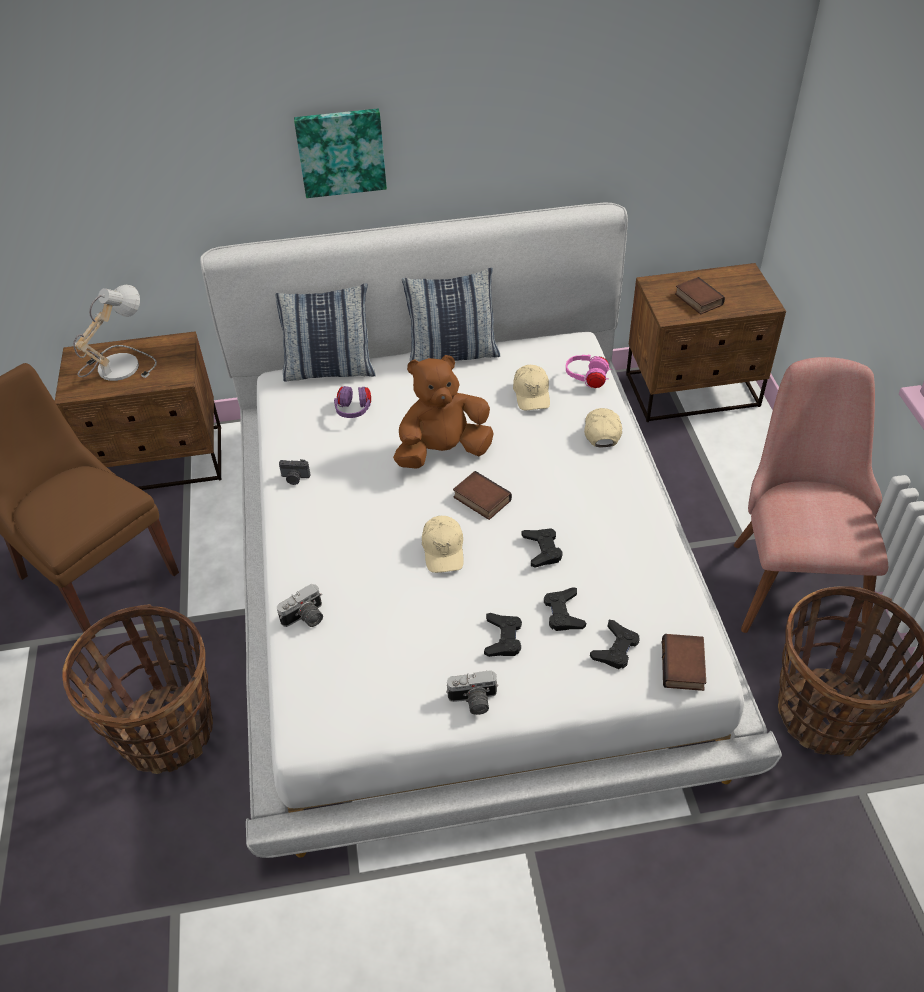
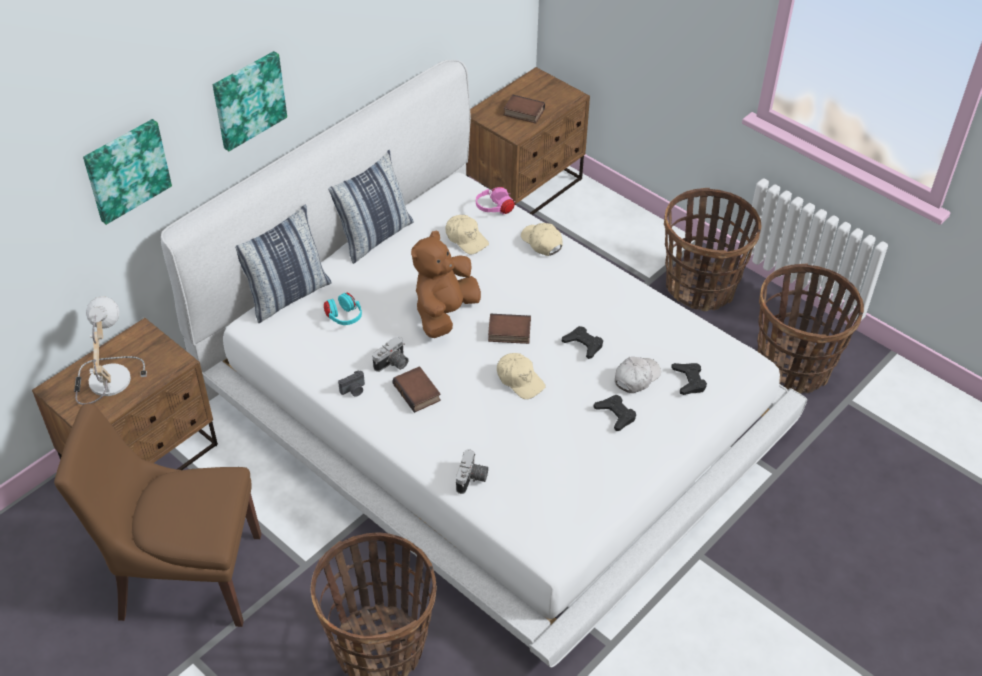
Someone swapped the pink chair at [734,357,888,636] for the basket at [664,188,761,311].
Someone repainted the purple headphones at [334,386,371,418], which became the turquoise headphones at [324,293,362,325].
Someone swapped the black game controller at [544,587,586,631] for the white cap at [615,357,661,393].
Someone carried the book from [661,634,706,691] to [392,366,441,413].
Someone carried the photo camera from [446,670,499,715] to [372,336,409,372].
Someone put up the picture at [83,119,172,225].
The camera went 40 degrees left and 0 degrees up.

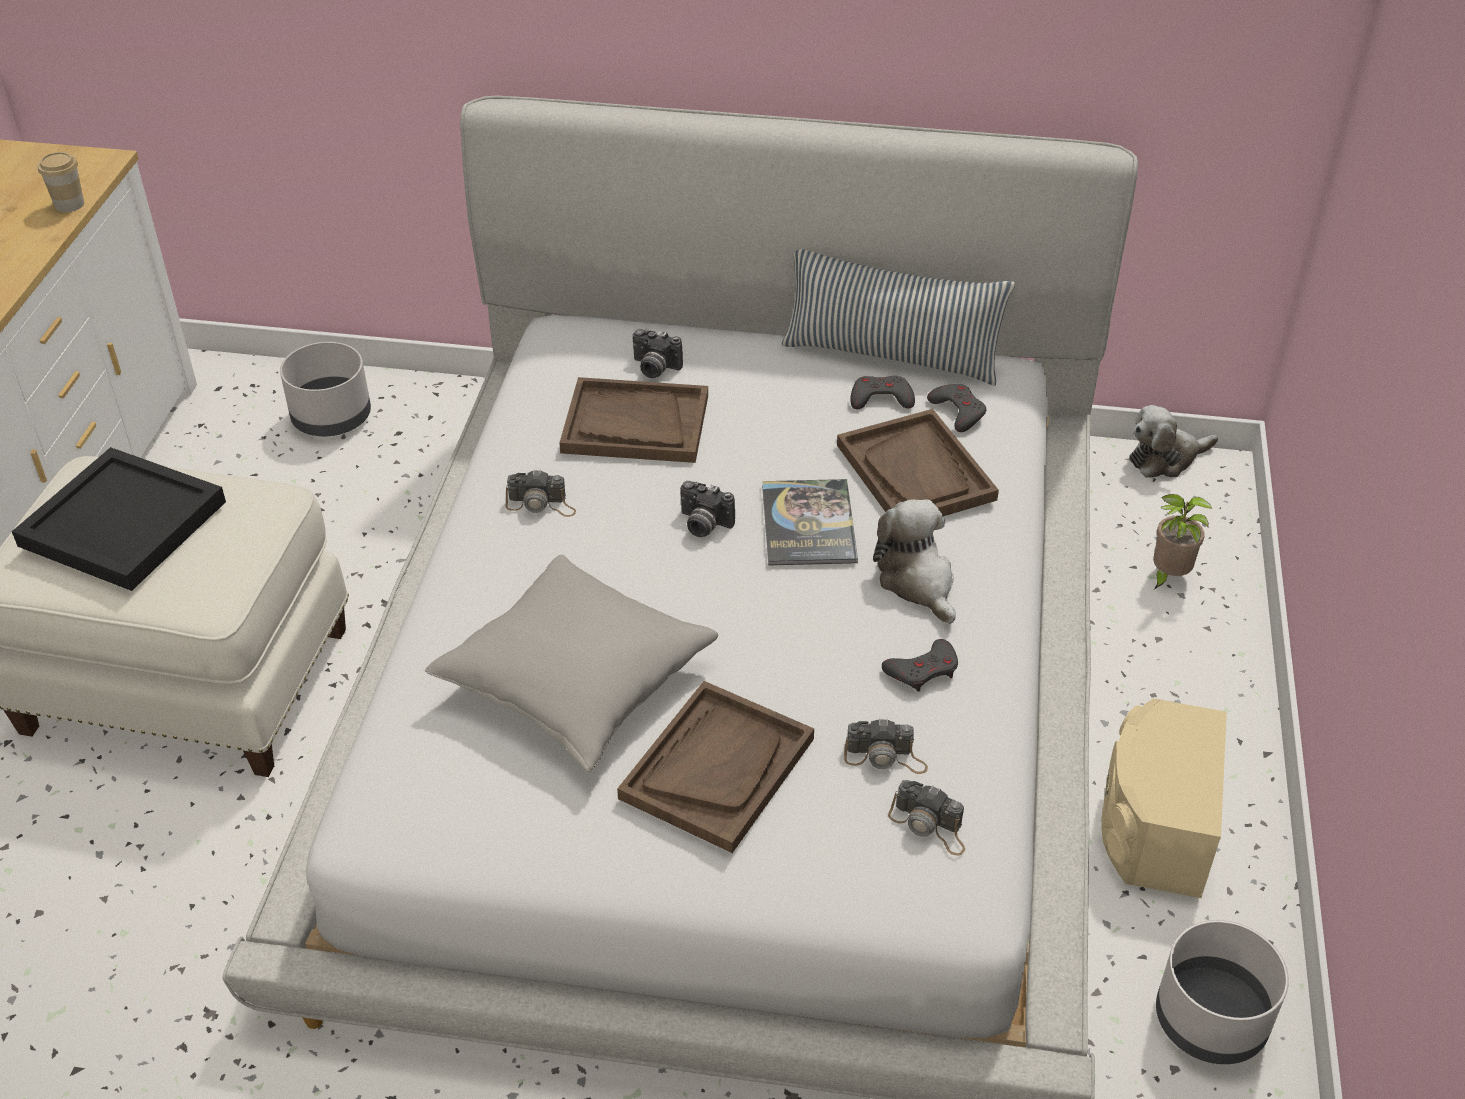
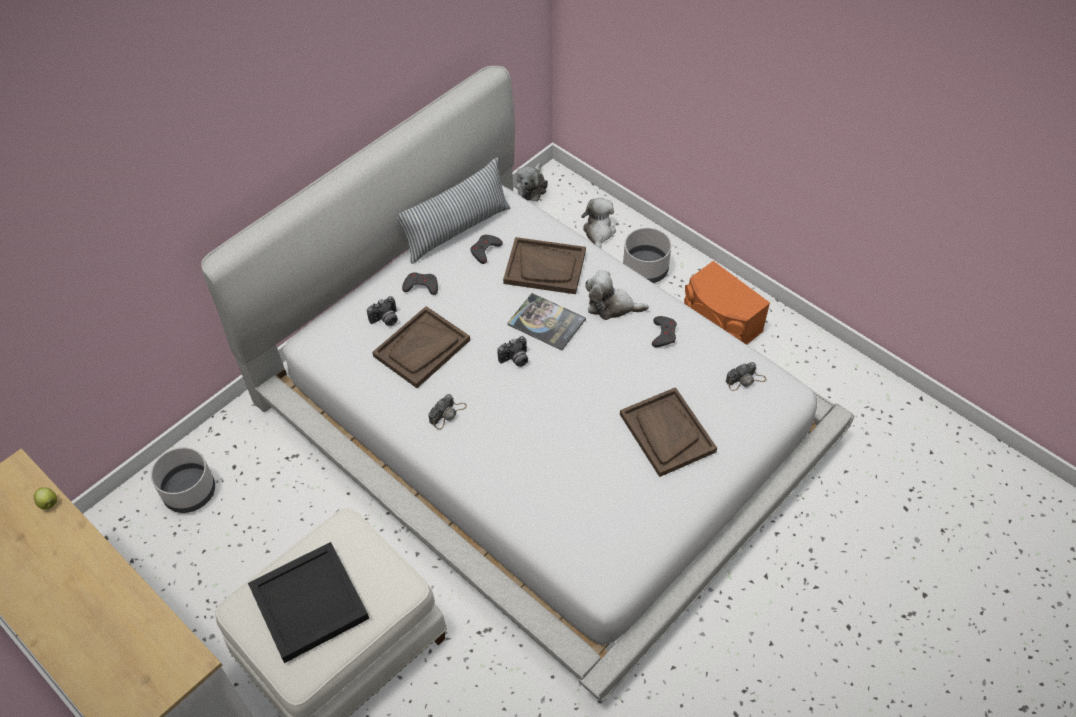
Someone swapped the cup at [37,152,84,212] for the apple at [34,487,57,509].
Someone carried the grey game controller from [927,384,986,432] to [402,272,438,295].
Someone swapped the potted plant at [1154,494,1212,589] for the plush toy at [581,198,616,248].
Someone took away the grey pillow at [425,555,719,771].
Someone repainted the beige speaker at [1101,698,1227,898], which became the orange speaker at [684,261,770,345].
Someone took away the photo camera at [844,718,928,774].
Someone carried the grey planter from [1156,920,1289,1064] to [623,228,671,283].
The camera went 55 degrees left and 10 degrees up.

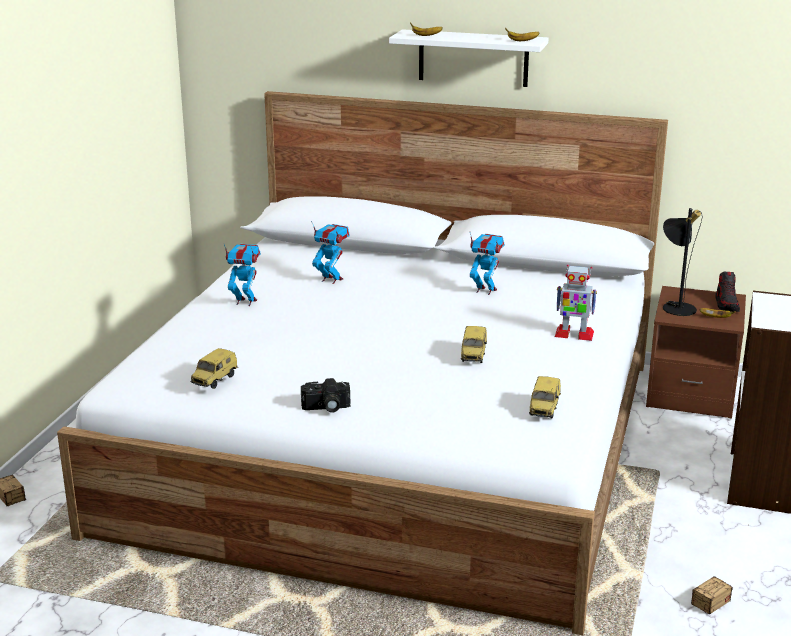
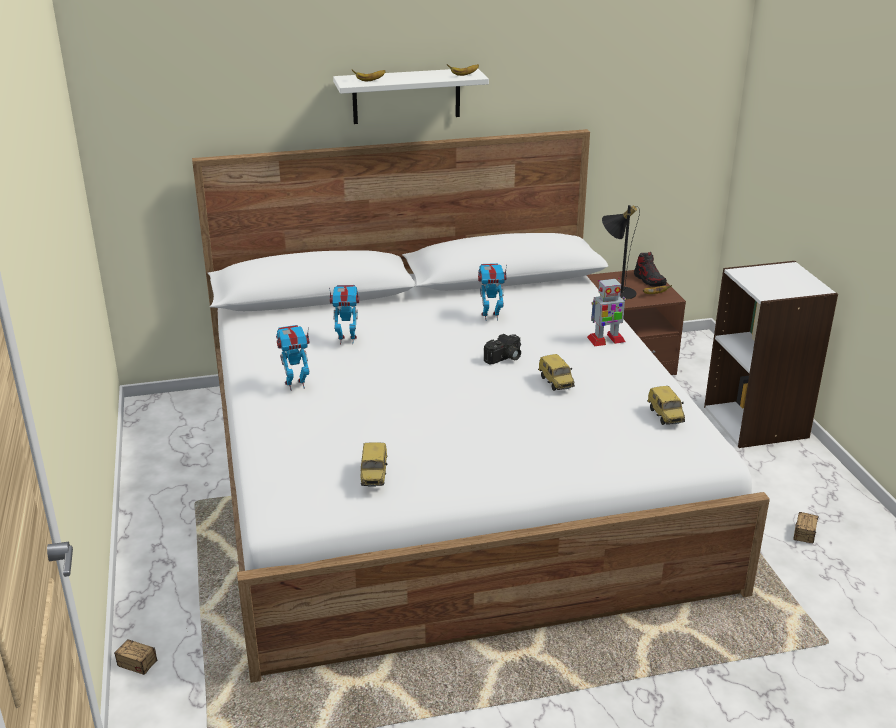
Someone carried the photo camera from [301,378,351,413] to [484,334,521,365].
The camera went 30 degrees left and 5 degrees up.

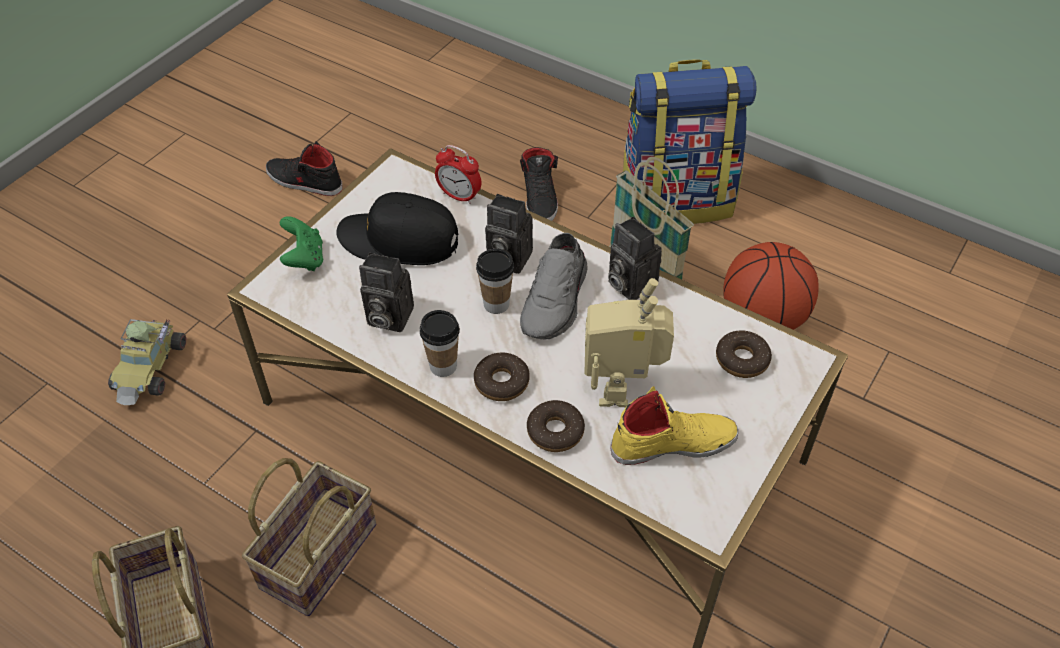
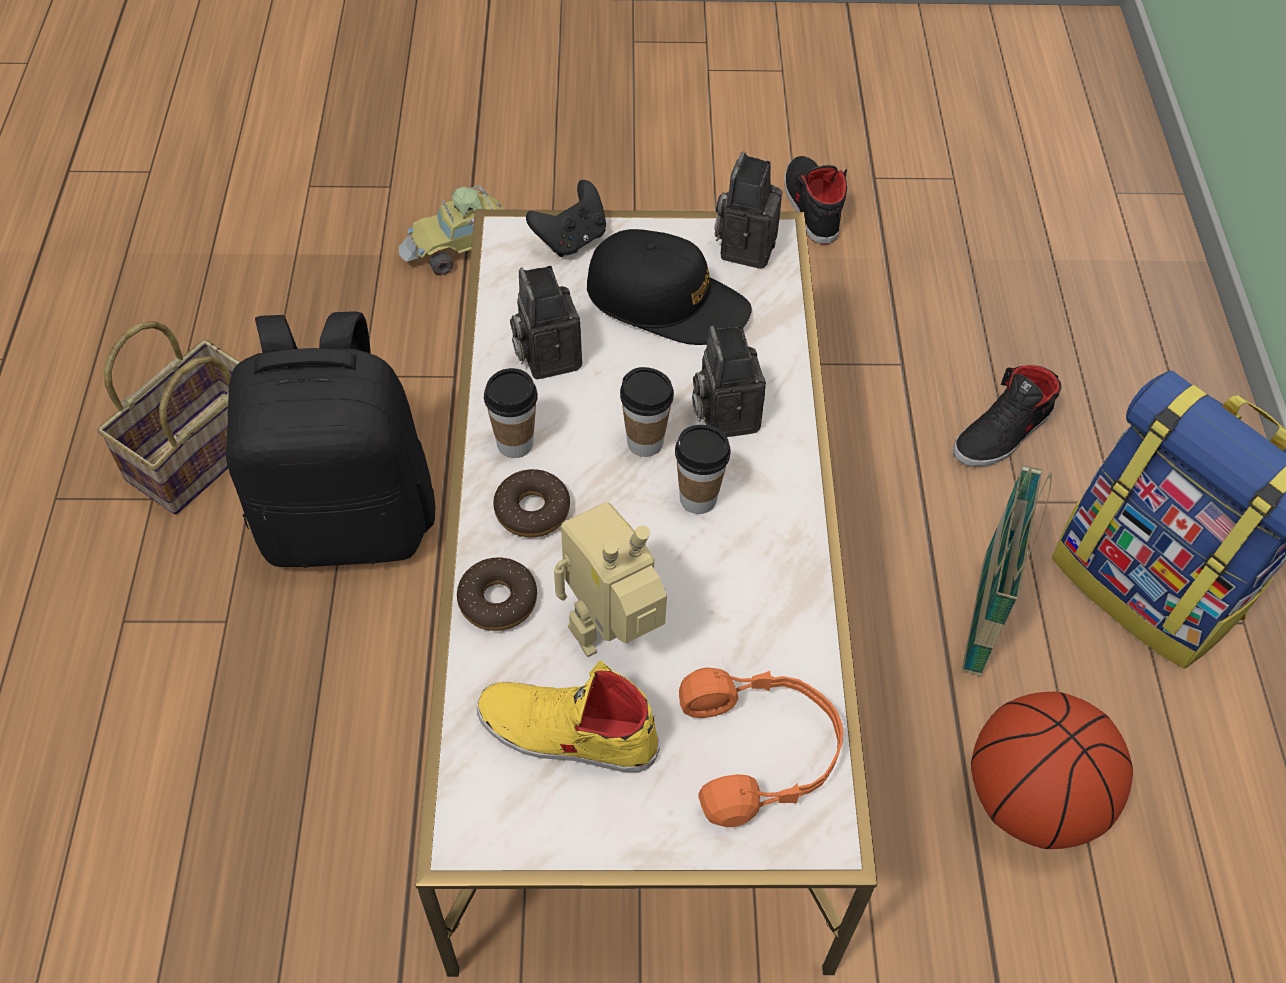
Someone took away the alarm clock at [435,145,482,204].
Someone rotated the black cap at [336,192,458,265] by 135 degrees clockwise.
Someone repainted the green game controller at [280,216,323,271], which became the black game controller at [526,180,606,257].
Someone carried the photo camera from [608,217,662,300] to [714,151,782,269].
Someone swapped the grey shoe at [520,233,588,340] for the cup at [675,425,731,514].
Someone swapped the donut at [716,330,772,378] for the orange headphones at [679,668,843,827].
Someone rotated the yellow shoe at [610,386,738,465] by 150 degrees clockwise.
Someone swapped the basket at [242,458,376,616] for the black backpack at [226,311,435,568].
The camera went 55 degrees right and 5 degrees up.

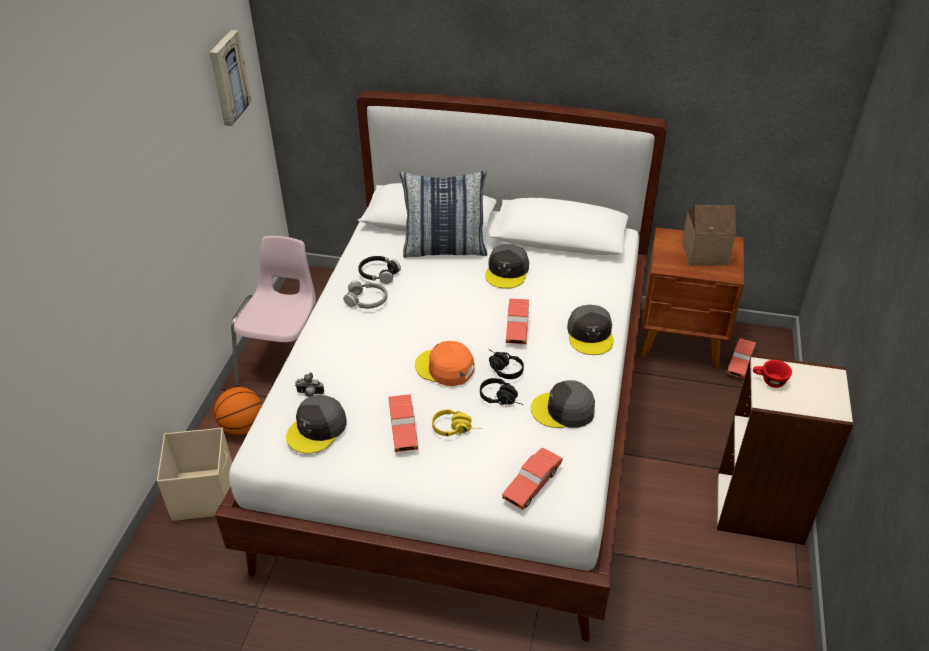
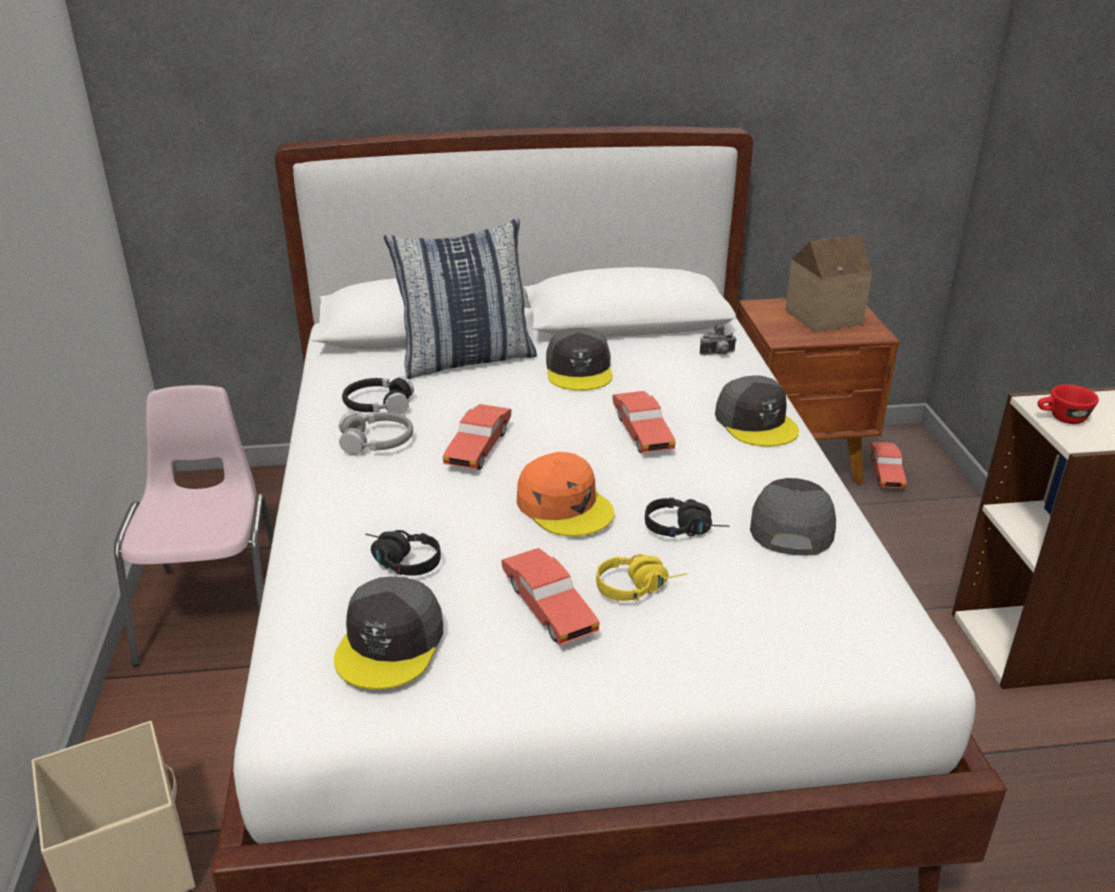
Someone took away the picture at [209,30,252,126].
Someone rotated the orange cap at [415,341,475,386] by 135 degrees counterclockwise.
Someone carried the black headphones from [488,349,524,379] to [365,530,441,576].
Someone carried the photo camera from [295,373,324,397] to [700,322,737,355].
Someone rotated the grey cap at [531,380,595,428] by 120 degrees clockwise.
Someone took away the basketball at [214,387,262,435].
Someone carried the red toy car from [502,447,563,510] to [443,404,511,470].
The camera went 20 degrees left and 10 degrees down.

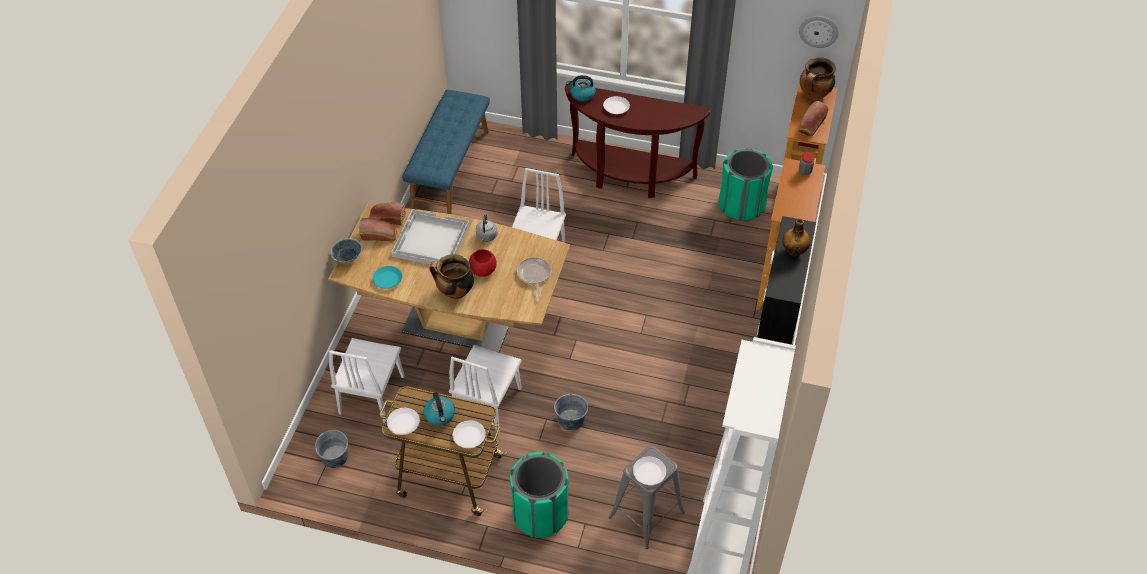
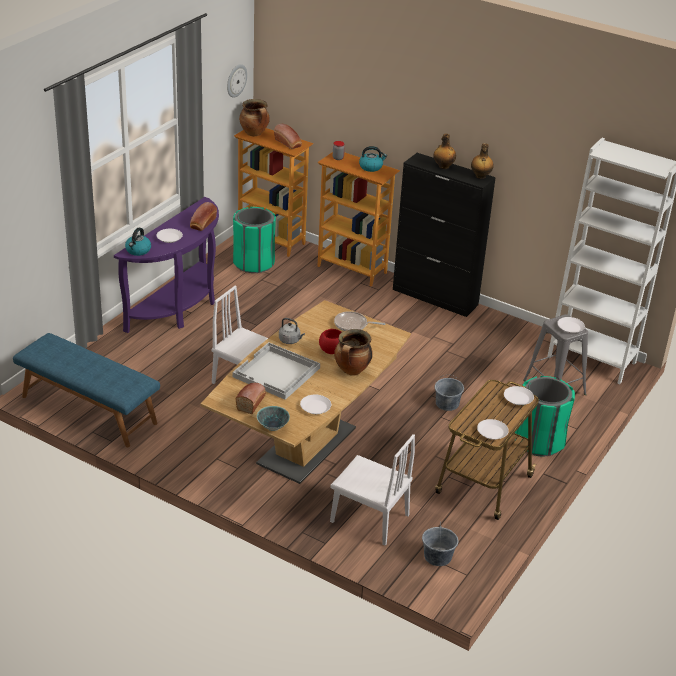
Someone repainted the brown console table at [565,85,711,198], which became the purple console table at [114,197,219,333].
Someone carried the bread from [370,202,406,225] to [190,202,217,231].
Someone repainted the turquoise plate at [372,266,402,289], which became the white plate at [300,395,331,414].
Someone took away the white chair at [449,345,522,434].
Someone carried the kettle from [423,392,455,426] to [359,146,387,172].
Someone put down the bottle at [471,143,494,179].
The camera went 75 degrees left and 15 degrees down.

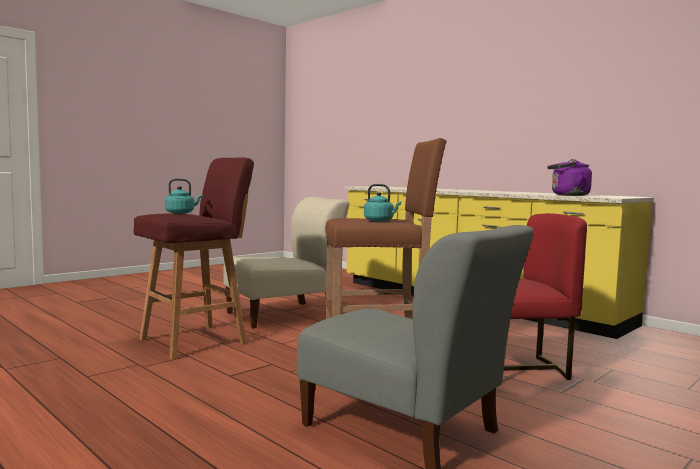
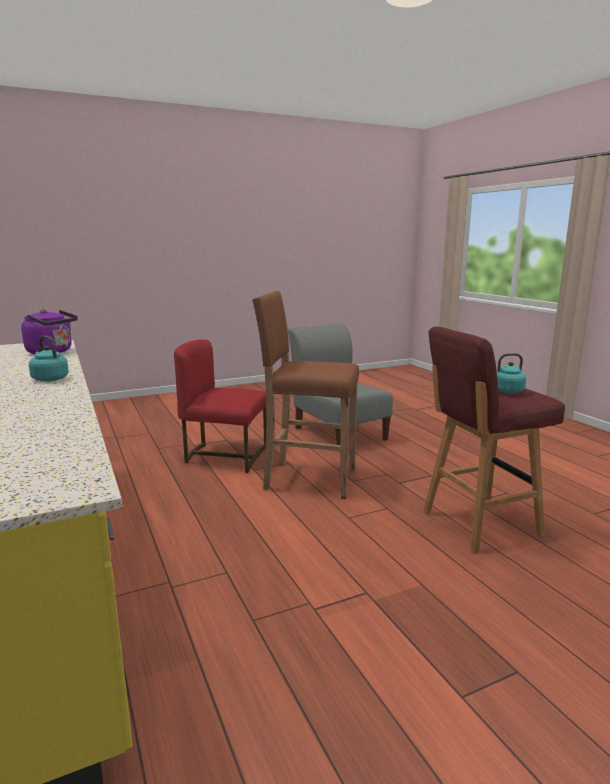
Someone carried the turquoise kettle from [364,184,401,221] to [29,336,69,382].
Someone took away the beige chair at [223,197,350,329].
The camera went 160 degrees left and 10 degrees up.

